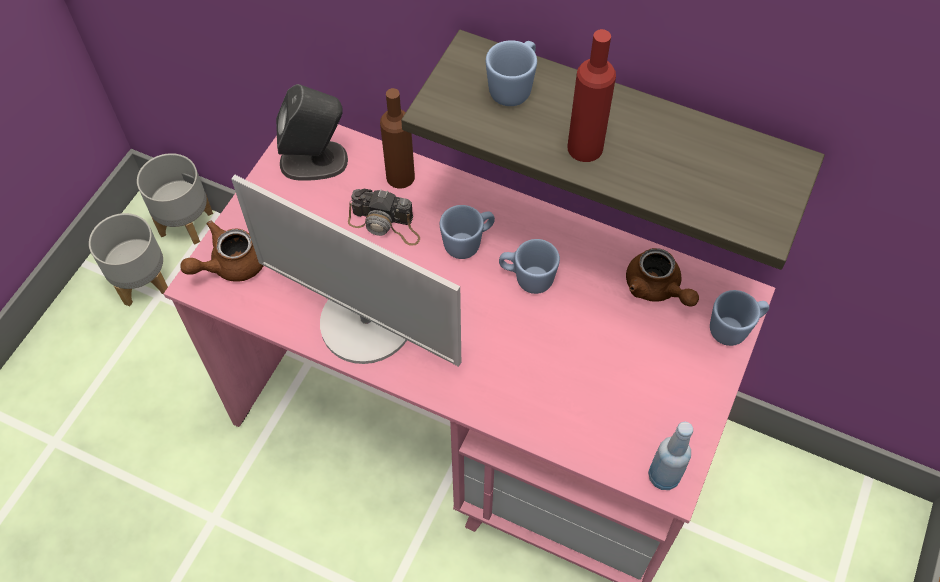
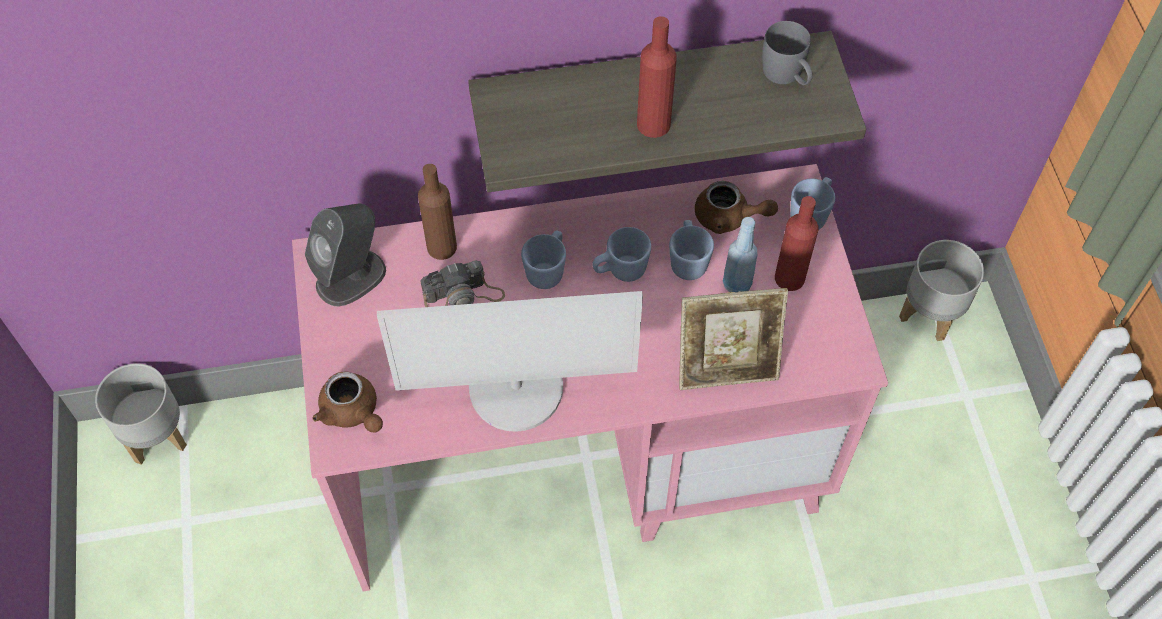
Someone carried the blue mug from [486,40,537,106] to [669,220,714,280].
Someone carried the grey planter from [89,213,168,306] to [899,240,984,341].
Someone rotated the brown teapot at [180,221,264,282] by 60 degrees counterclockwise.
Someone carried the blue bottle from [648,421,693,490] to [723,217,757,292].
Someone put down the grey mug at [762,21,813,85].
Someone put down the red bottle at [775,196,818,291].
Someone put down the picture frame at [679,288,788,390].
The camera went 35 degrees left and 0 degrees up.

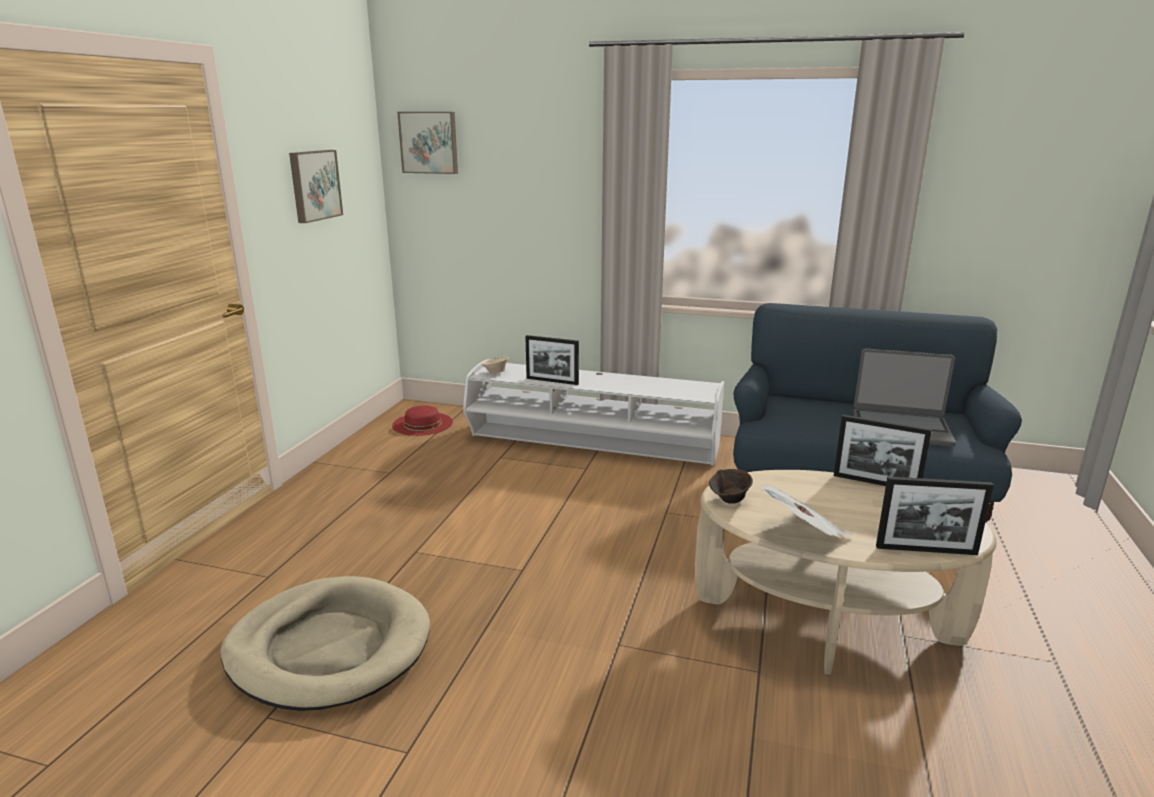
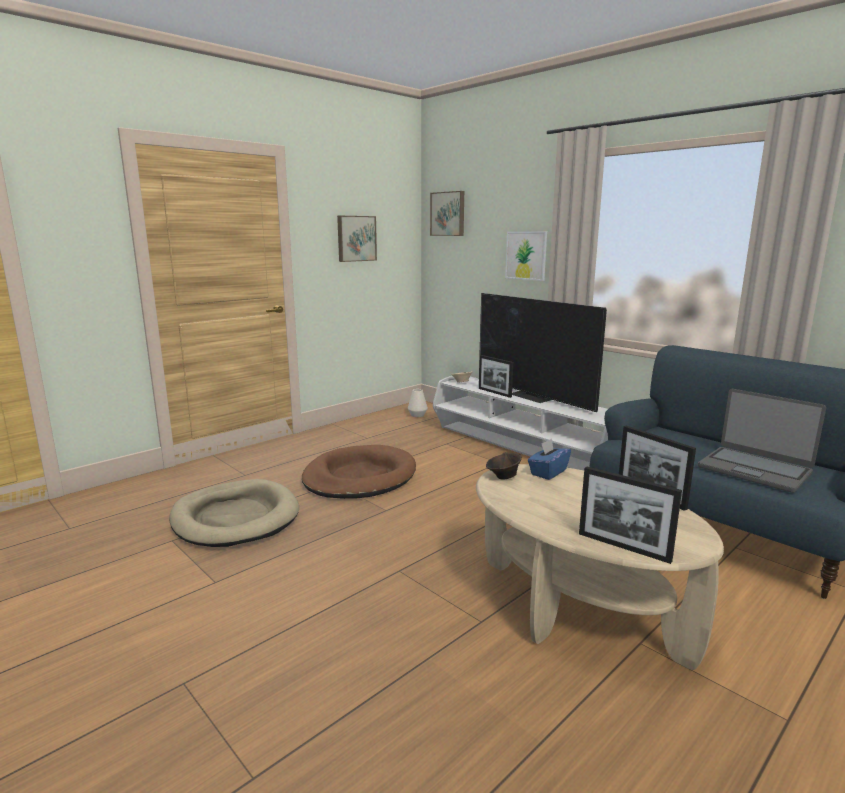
Someone swapped the red hat at [392,405,453,436] for the white vase at [408,389,428,417].
Someone took away the newspaper at [761,485,853,538].
Someone put up the picture at [505,232,547,281].
Someone put down the television at [479,293,607,412].
Someone put down the blue tissue box at [528,439,571,480].
Someone put down the brown dog bed at [302,445,416,499].
The camera went 30 degrees right and 5 degrees down.

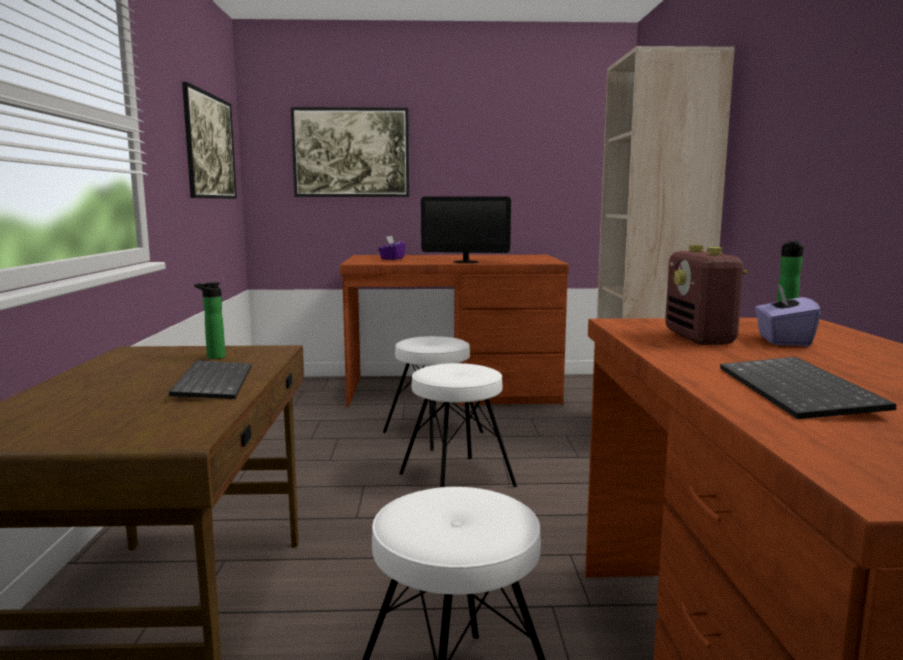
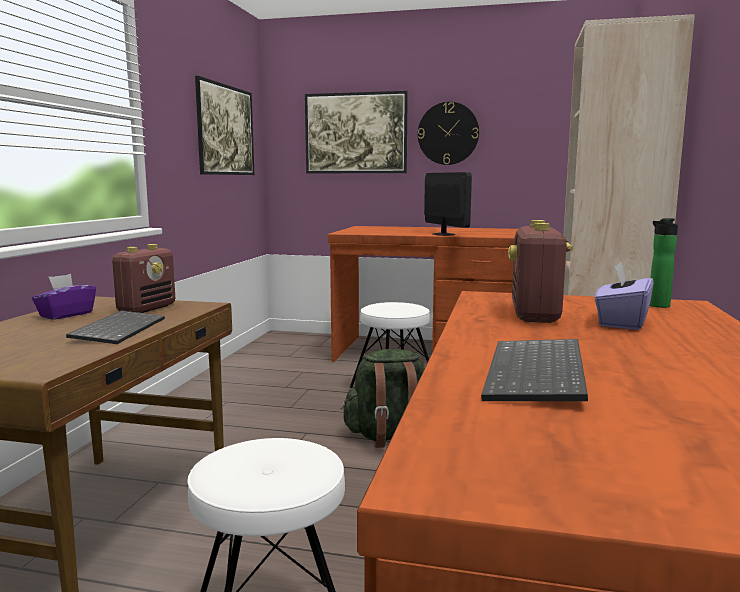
Someone rotated the monitor at [421,196,511,263] by 135 degrees counterclockwise.
Someone carried the purple tissue box from [378,236,406,260] to [32,274,96,320].
Someone swapped the bottle at [194,282,225,359] for the radio at [112,244,175,313].
Someone swapped the white stool at [399,363,517,487] for the green backpack at [341,349,425,448].
Someone put up the wall clock at [418,102,479,165].
The camera went 15 degrees right and 0 degrees up.

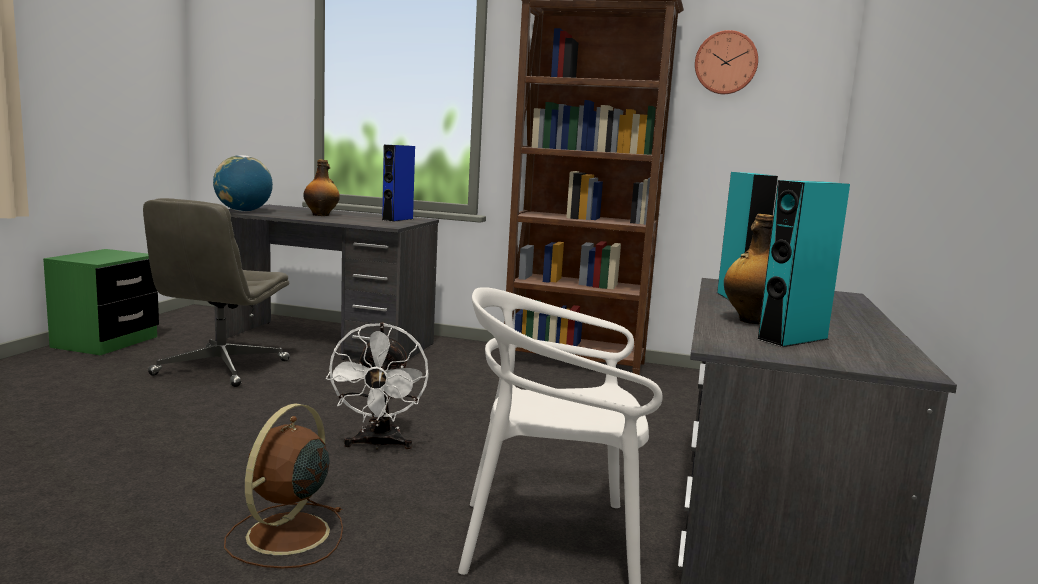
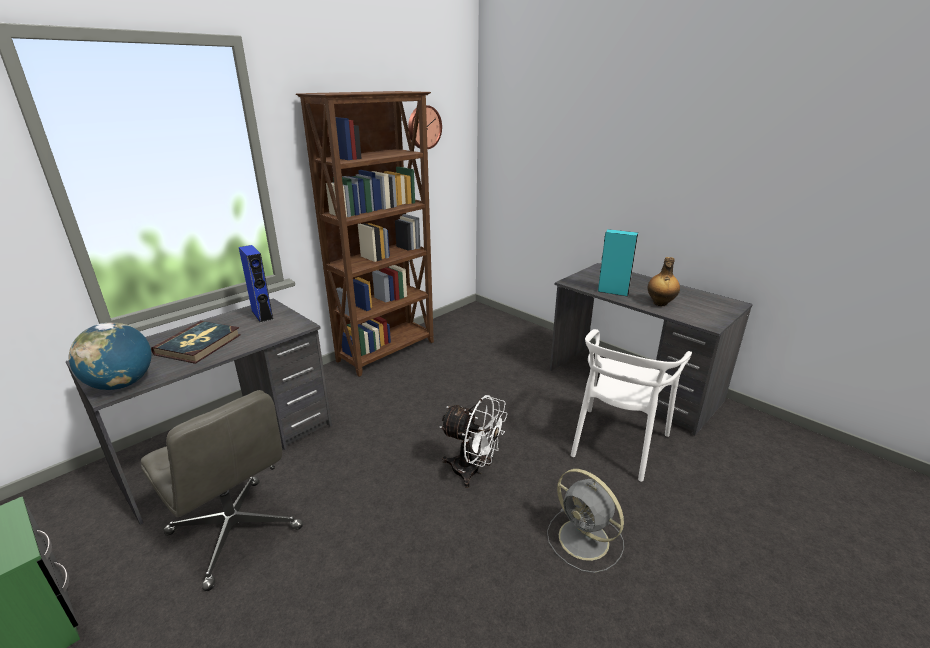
Someone swapped the bottle at [303,160,340,216] for the book at [151,321,241,364].
Someone took away the turquoise speaker at [756,180,850,347].
Someone repainted the brown fan at [224,403,343,569], which became the grey fan at [547,469,624,573].
The camera went 60 degrees left and 15 degrees up.

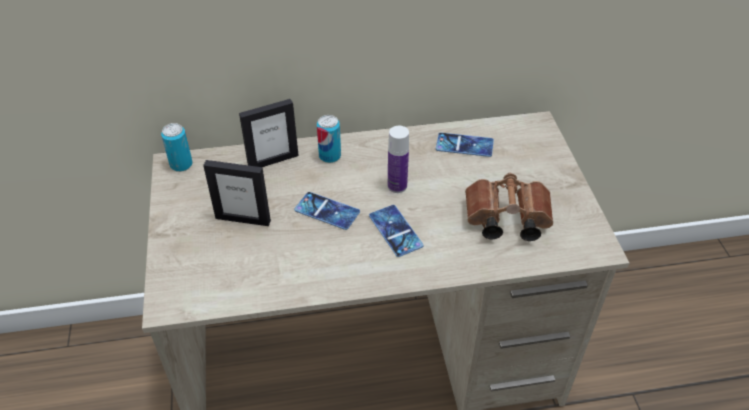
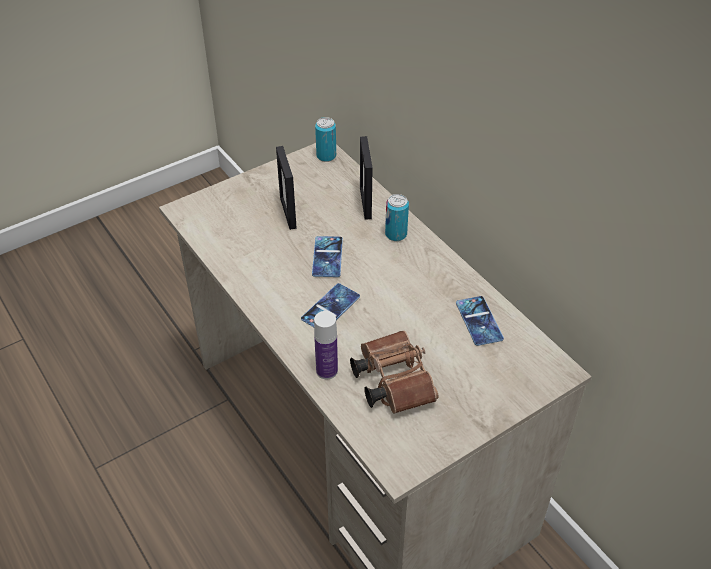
Someone rotated the picture frame at [239,99,299,167] by 45 degrees clockwise.
Someone carried the bottle from [388,126,409,193] to [314,311,338,380].
The camera went 65 degrees right and 0 degrees up.

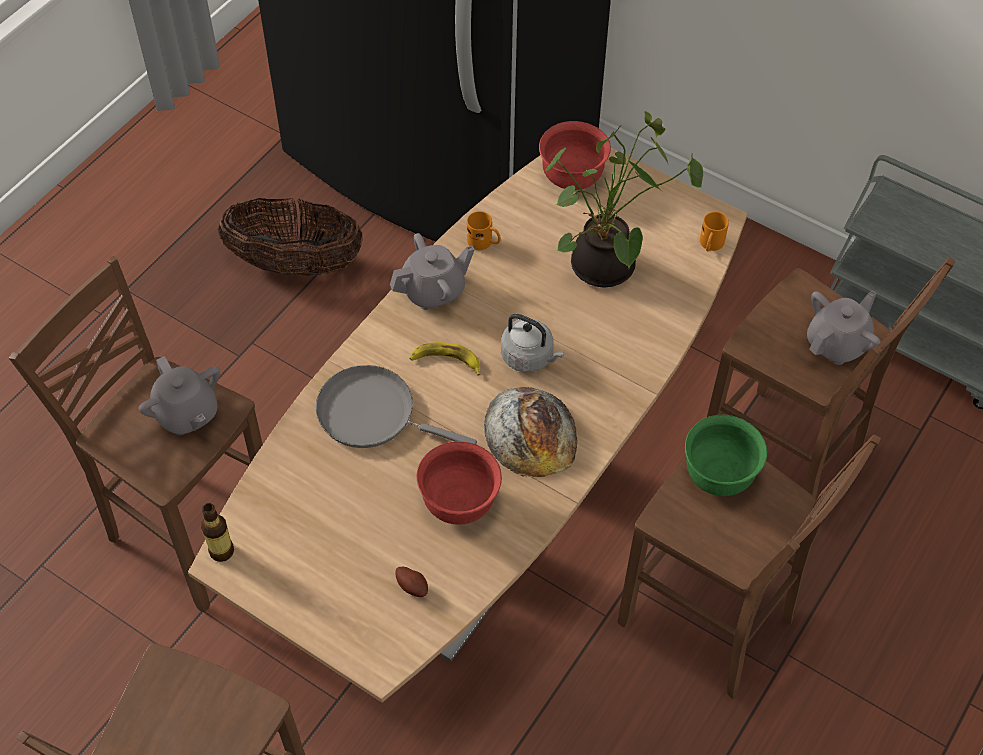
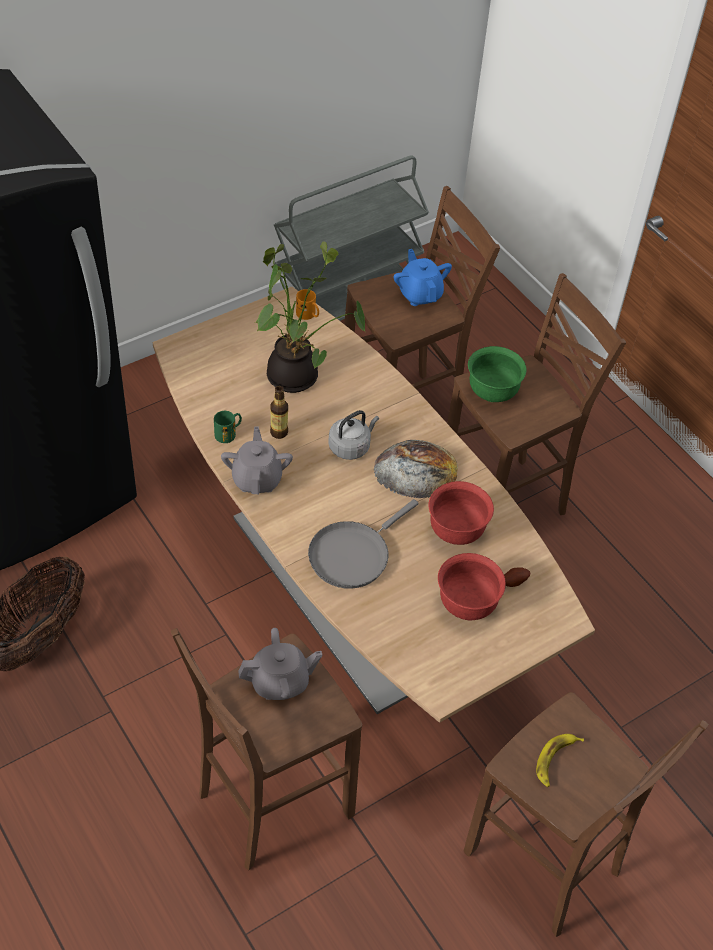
Someone carried the red bowl from [539,121,611,190] to [438,553,506,620].
Someone repainted the orange mug at [467,211,501,250], which became the green mug at [214,411,242,443].
Someone repainted the grey teapot at [807,290,881,365], which became the blue teapot at [394,249,452,306].
Someone carried the banana from [409,342,480,375] to [536,734,584,787].
Someone carried the bottle from [201,503,234,562] to [270,386,288,439].
The camera went 70 degrees left and 5 degrees down.

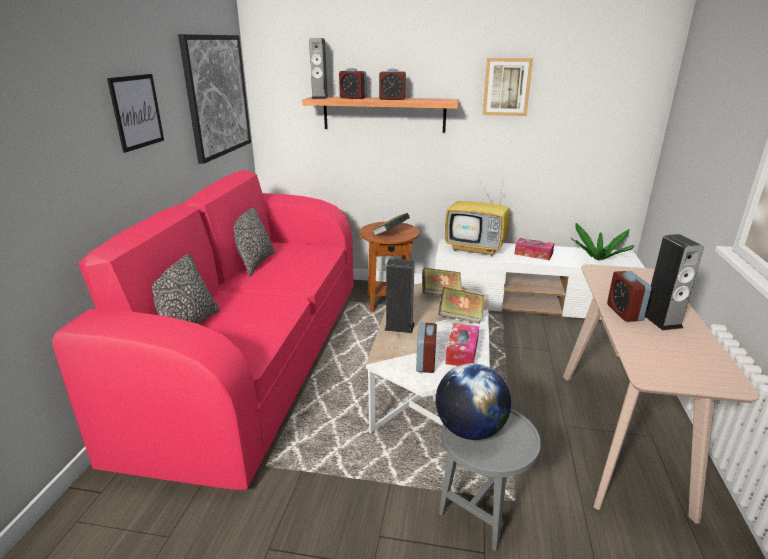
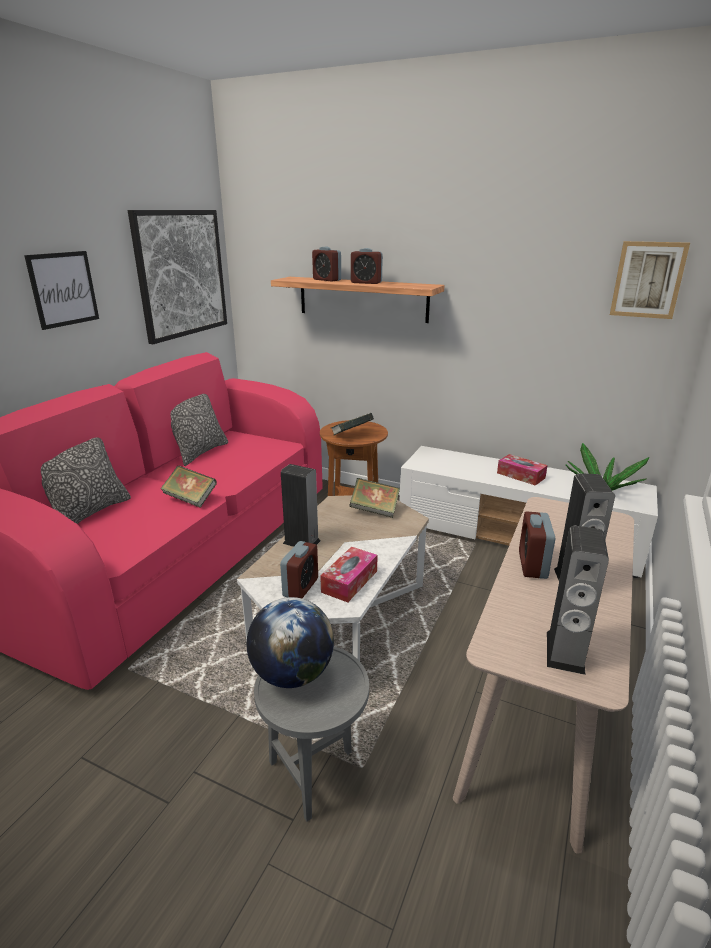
Someone carried the speaker from [309,38,329,99] to [547,526,609,675].
Someone carried the picture from [483,58,533,116] to [610,241,690,319].
Someone took away the television at [445,173,510,256].
Someone carried the book from [438,287,484,324] to [161,465,217,508].
The camera went 15 degrees right and 0 degrees up.

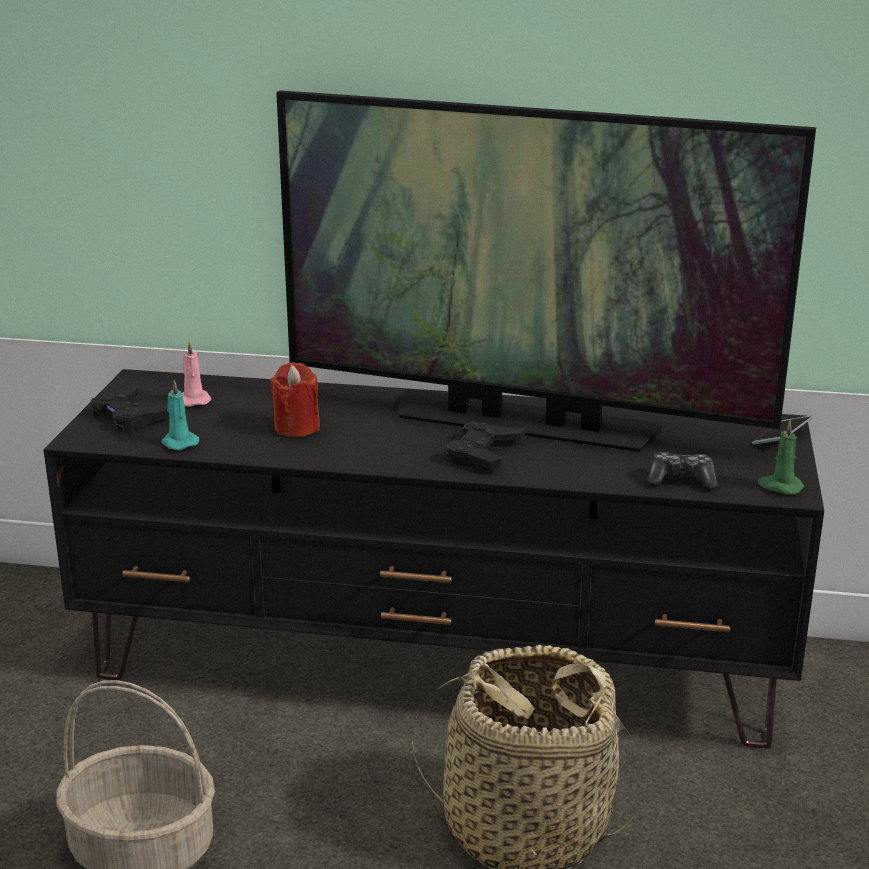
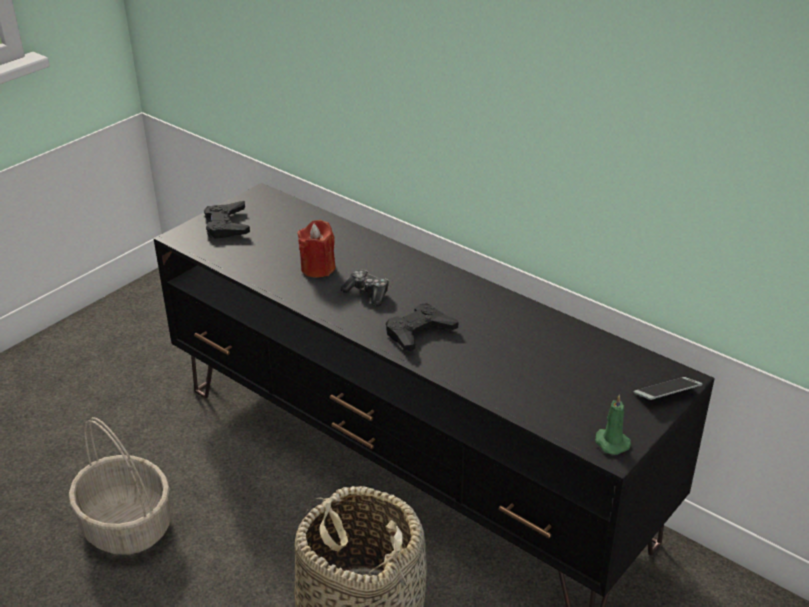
Someone took away the television at [276,90,816,452].
Someone took away the pink candle at [182,341,211,407].
Someone took away the turquoise candle at [161,380,199,450].
Someone carried the game controller from [647,452,717,490] to [341,269,389,306].
The camera went 30 degrees right and 10 degrees up.

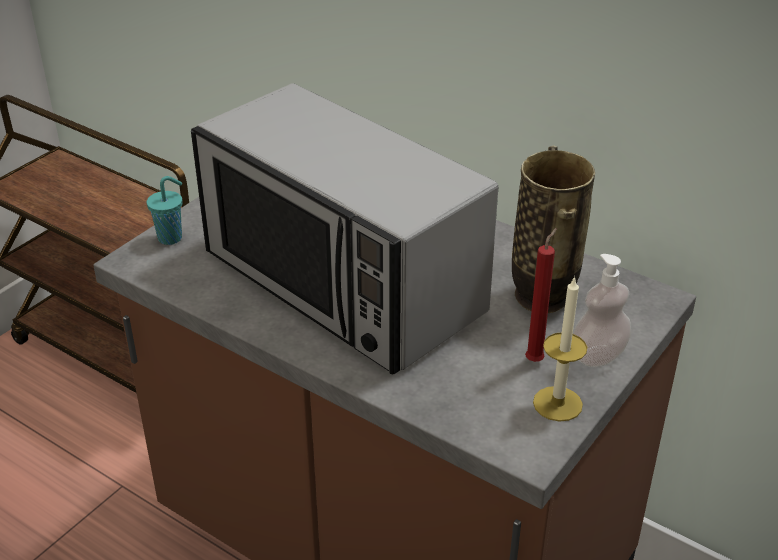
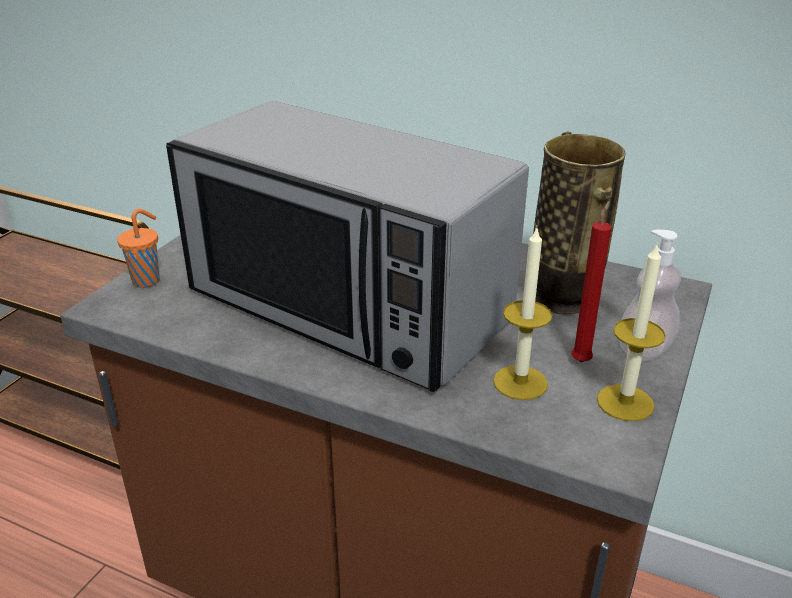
Someone repainted the turquoise cup at [147,176,183,245], which became the orange cup at [117,209,160,288].
Someone put down the candle at [493,228,552,400].
The camera went 10 degrees left and 5 degrees down.

